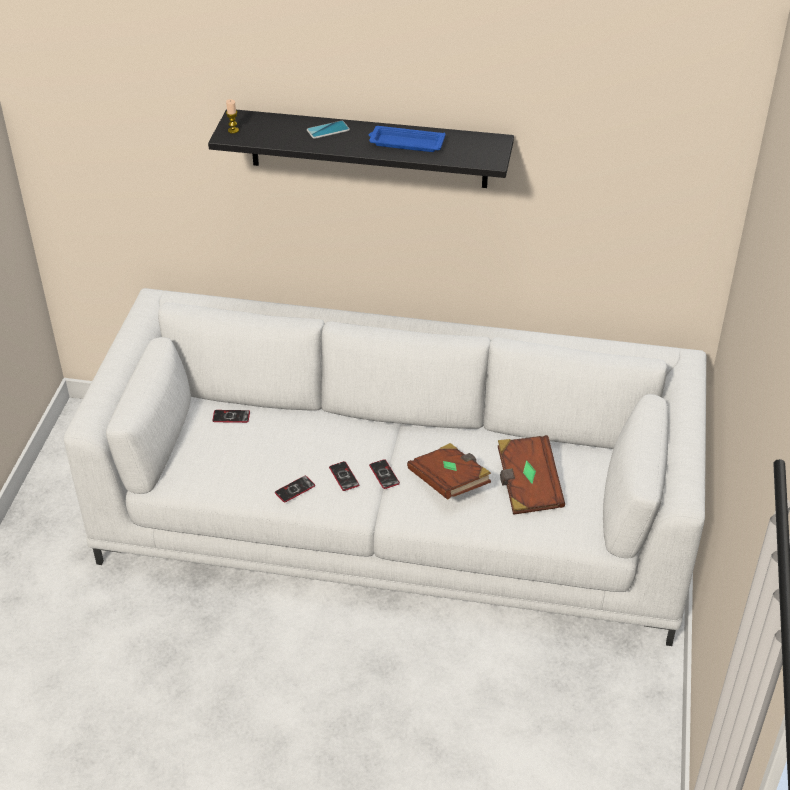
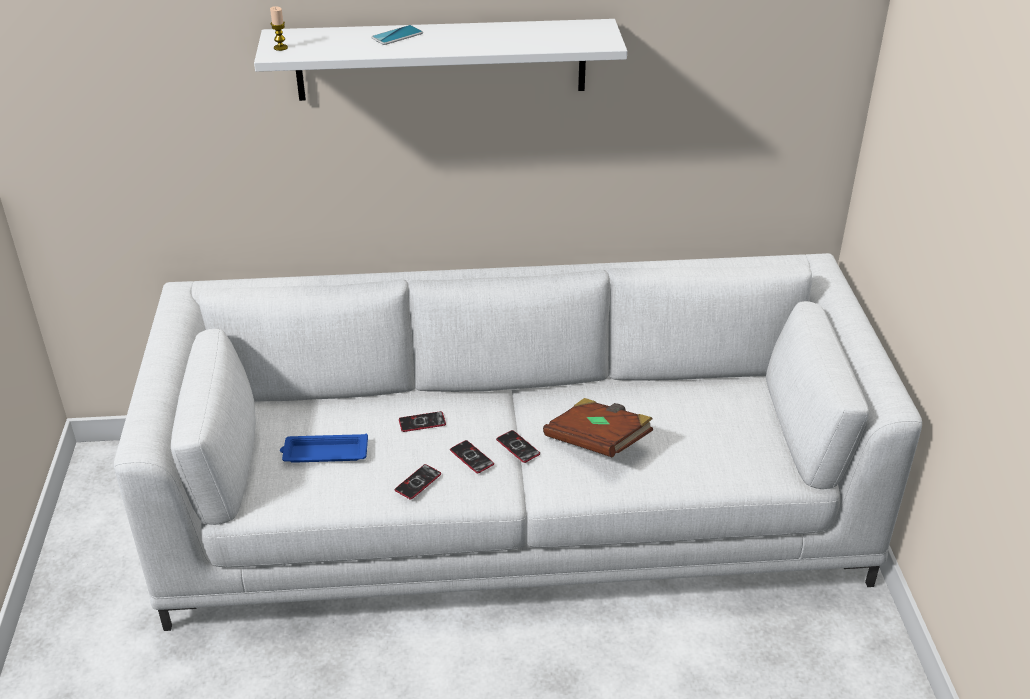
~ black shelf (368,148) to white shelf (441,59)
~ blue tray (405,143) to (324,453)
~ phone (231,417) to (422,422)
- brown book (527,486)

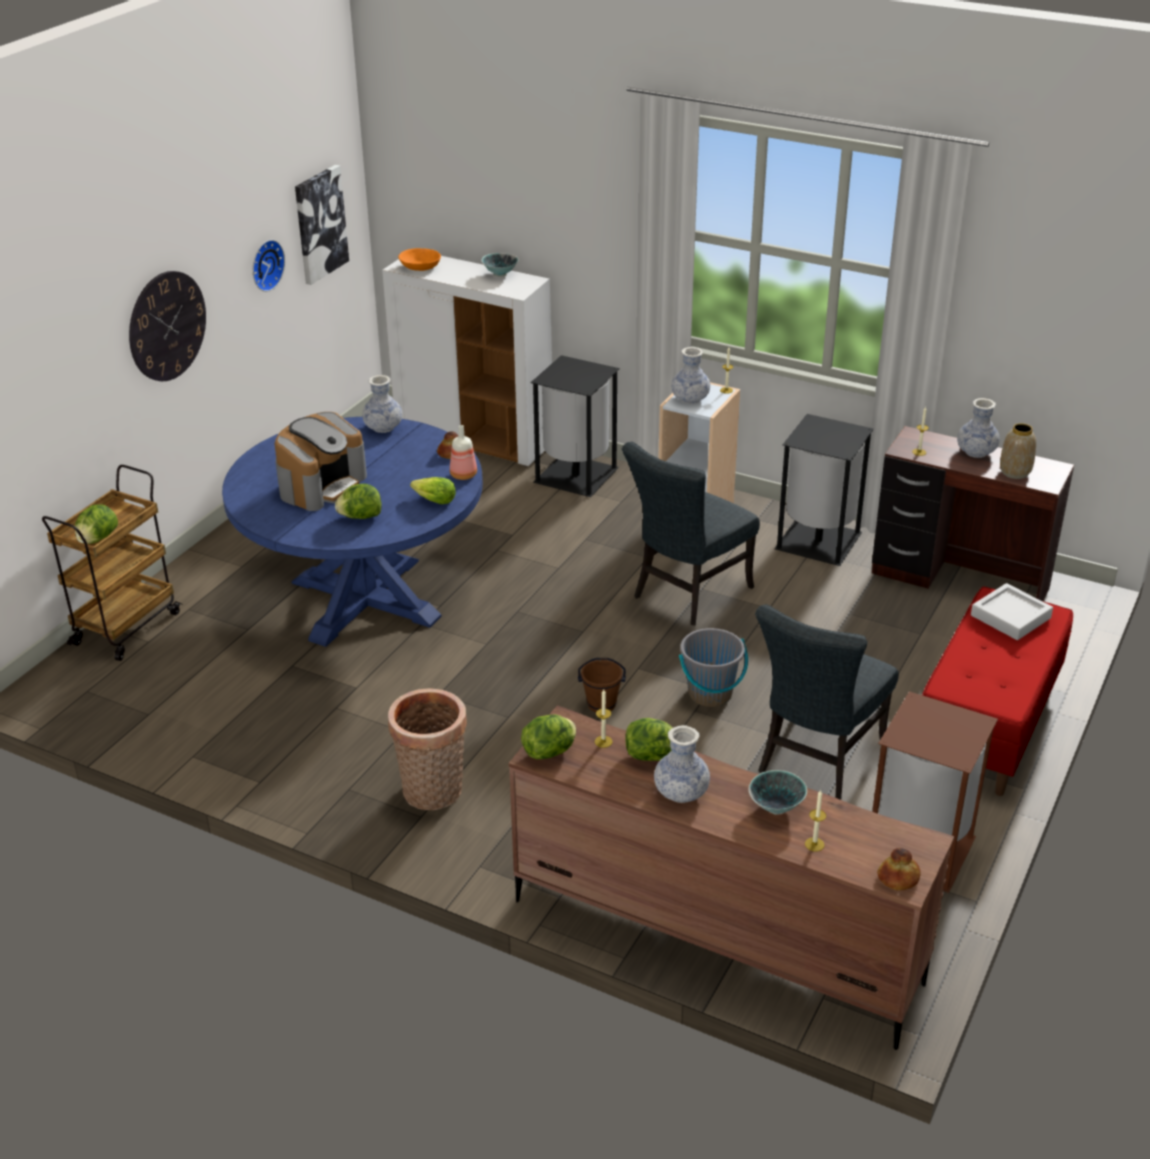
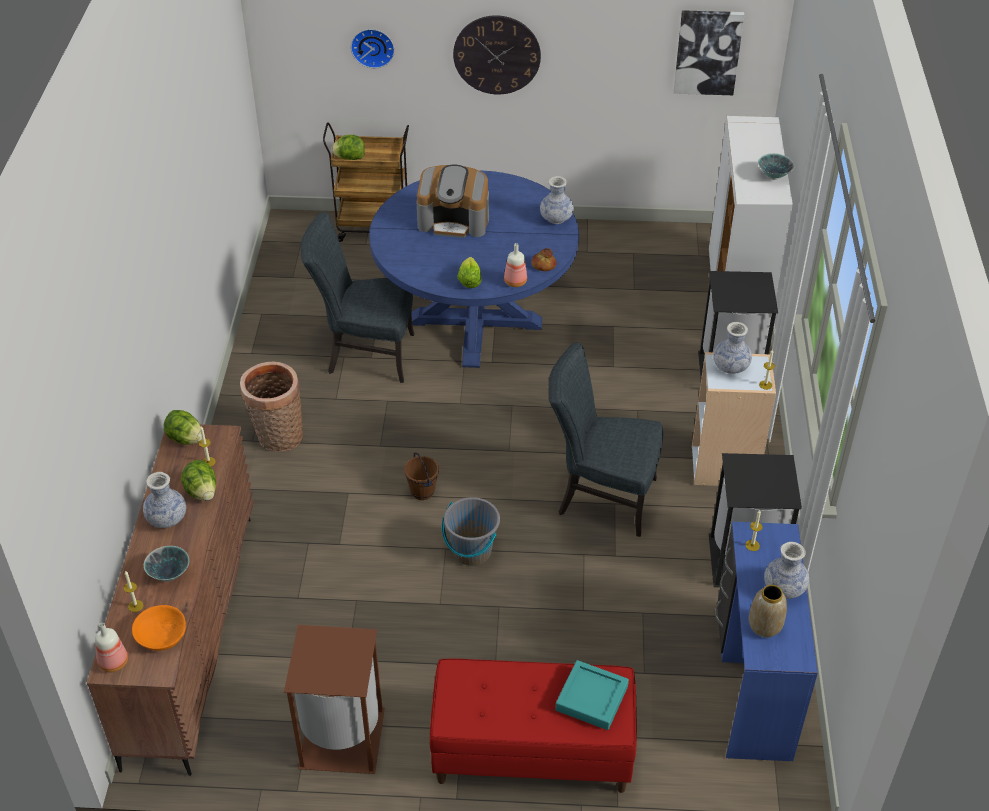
~ bread (898,878) to bottle (114,663)
~ orange bowl (420,267) to (161,635)
~ grey chair (816,761) to (365,354)
~ wall clock (265,264) to (373,46)
~ grey tray (1010,617) to turquoise tray (591,698)
~ brown desk (959,581) to blue desk (750,684)
- lettuce (360,517)

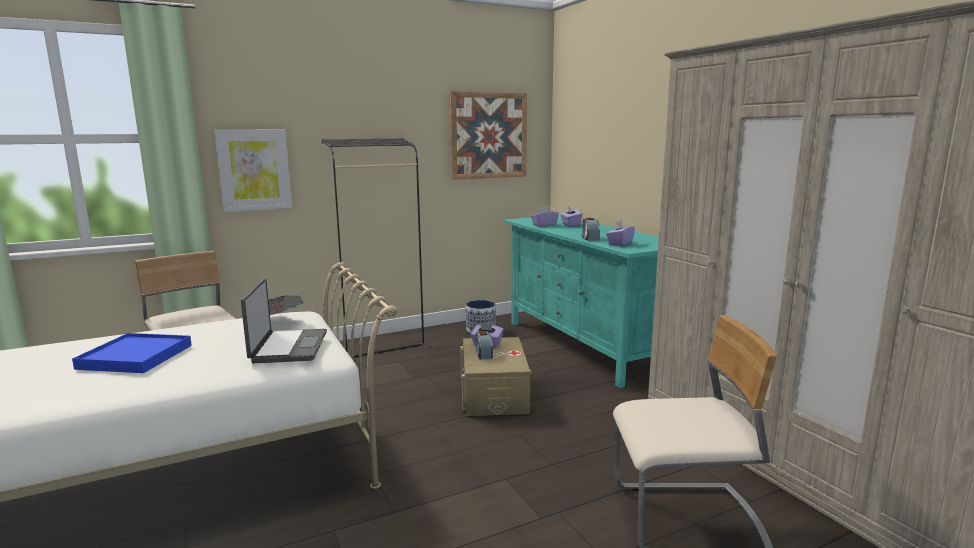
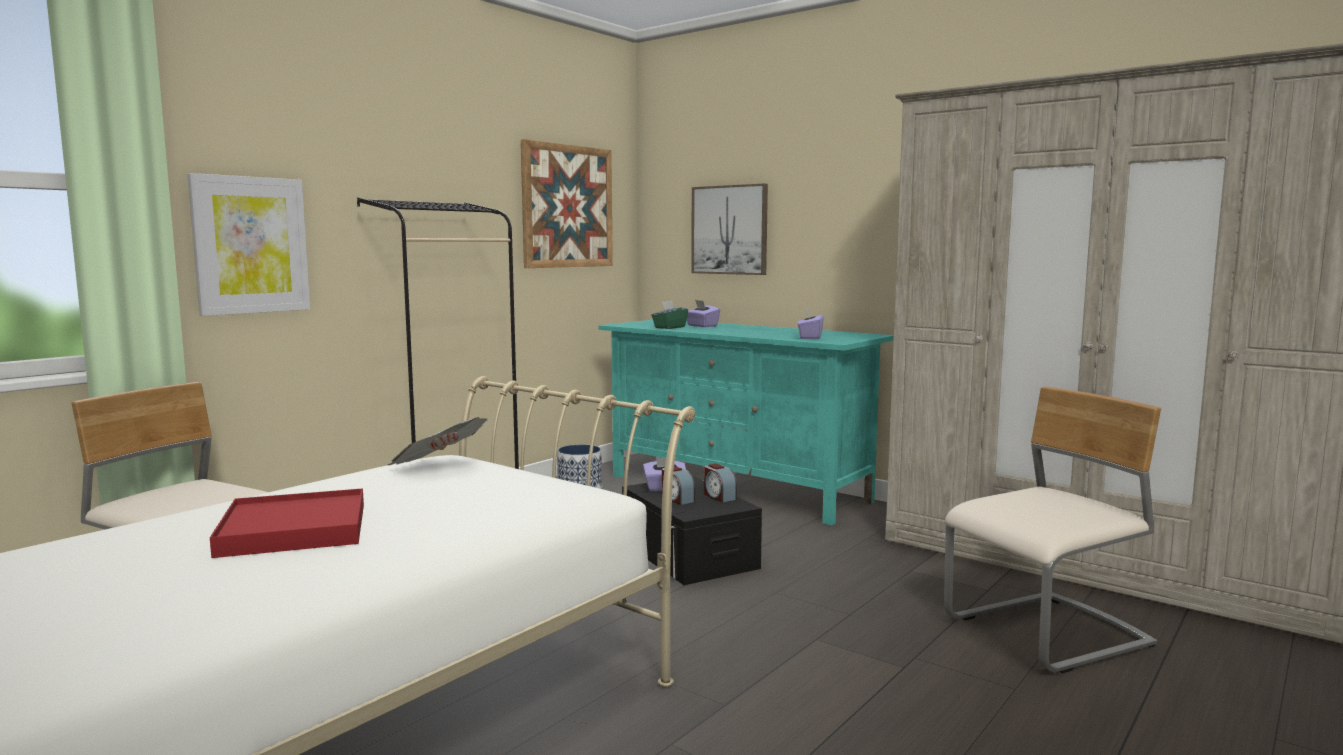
~ blue tray (136,357) to red tray (294,530)
~ beige storage box (494,393) to black storage box (689,555)
~ purple tissue box (544,225) to green tissue box (669,327)
+ picture (730,230)
~ alarm clock (590,238) to (719,496)
- laptop (288,347)

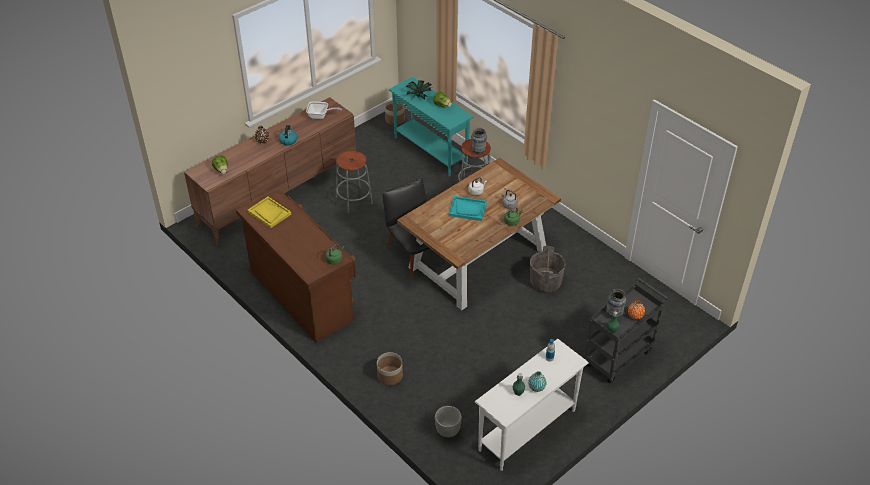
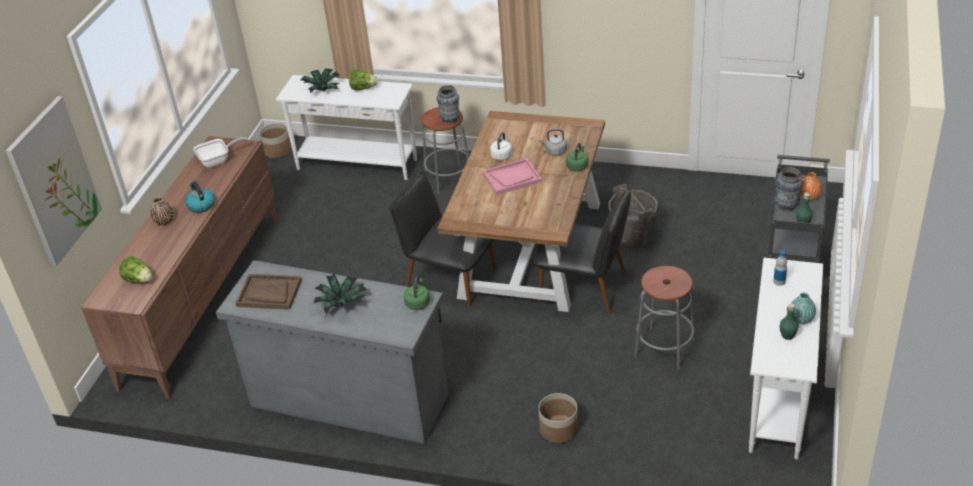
+ picture (54,181)
~ brown dresser (303,294) to grey dresser (351,396)
~ yellow tray (269,213) to brown tray (269,293)
~ turquoise console table (431,151) to white console table (358,164)
+ potted plant (341,304)
~ turquoise tray (468,209) to pink tray (512,178)
+ black chair (583,287)
~ grey stool (354,200) to (664,347)
- planter (448,431)

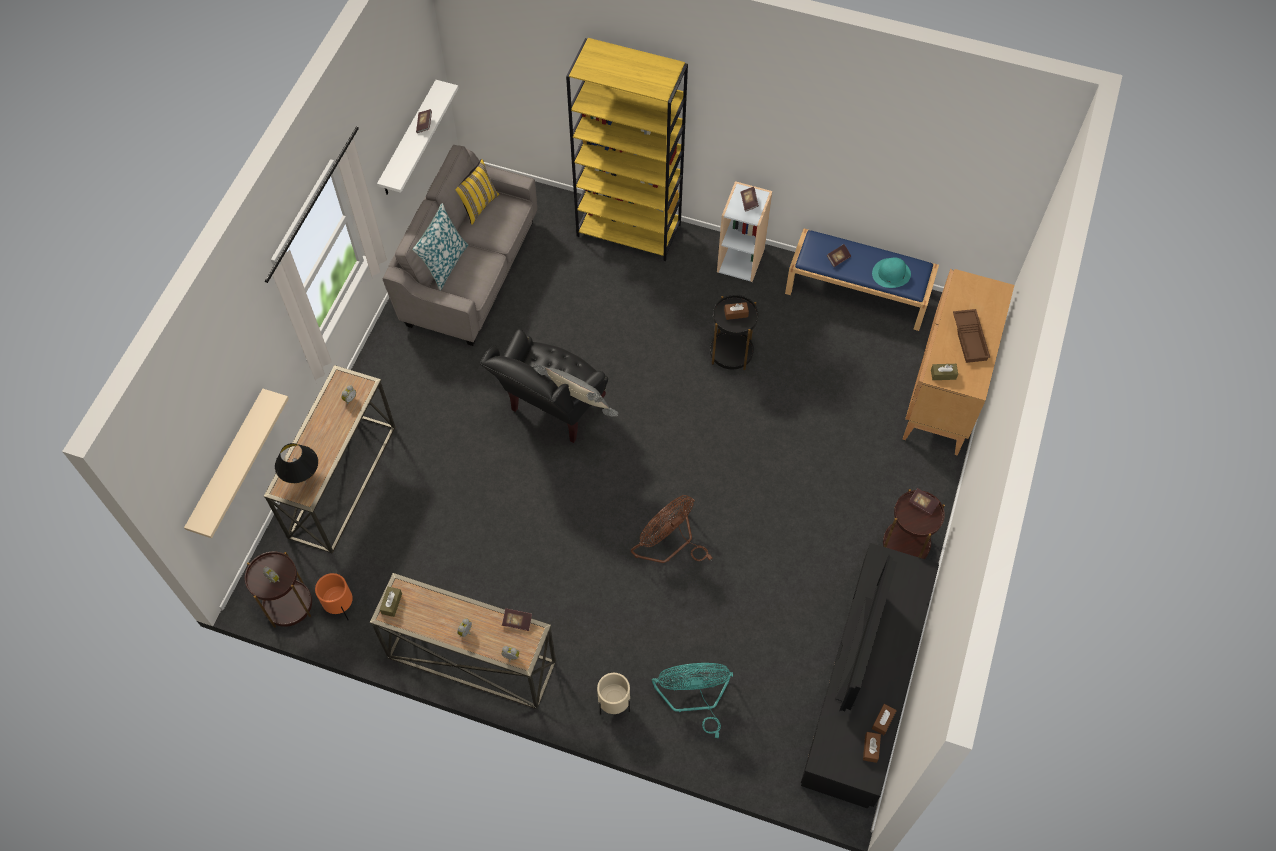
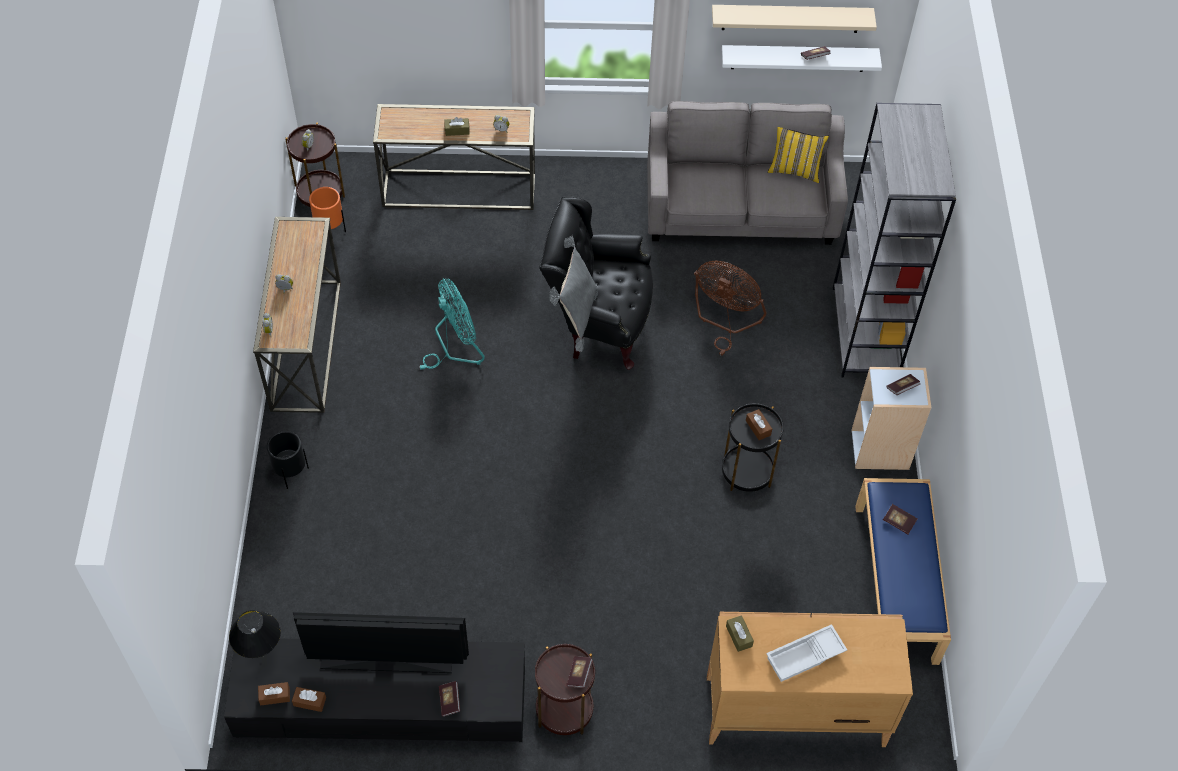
~ black table lamp (306,484) to (262,657)
~ beige planter (614,704) to black planter (291,474)
~ turquoise fan (696,699) to (453,343)
~ book (517,621) to (449,701)
~ brown tissue box (391,603) to (457,130)
~ brown fan (672,543) to (724,320)
~ beige shelf (228,463) to (791,18)
~ brown tray (970,338) to white tray (805,657)
~ yellow bookcase (629,230) to grey bookcase (865,332)
- pillow (444,264)
- turquoise hat (891,274)

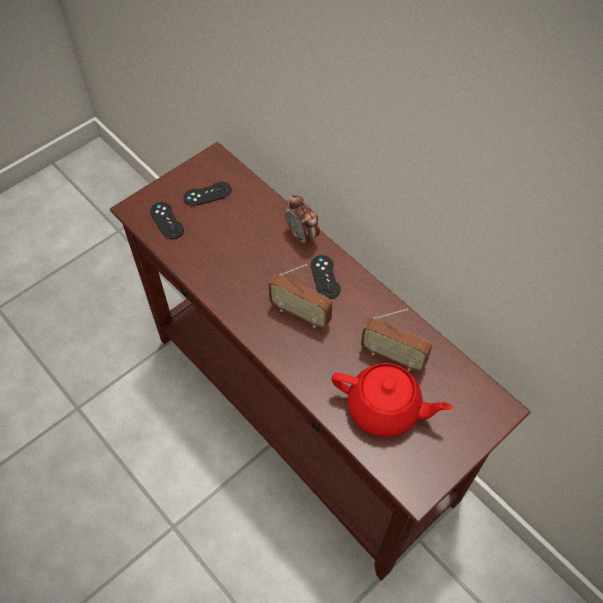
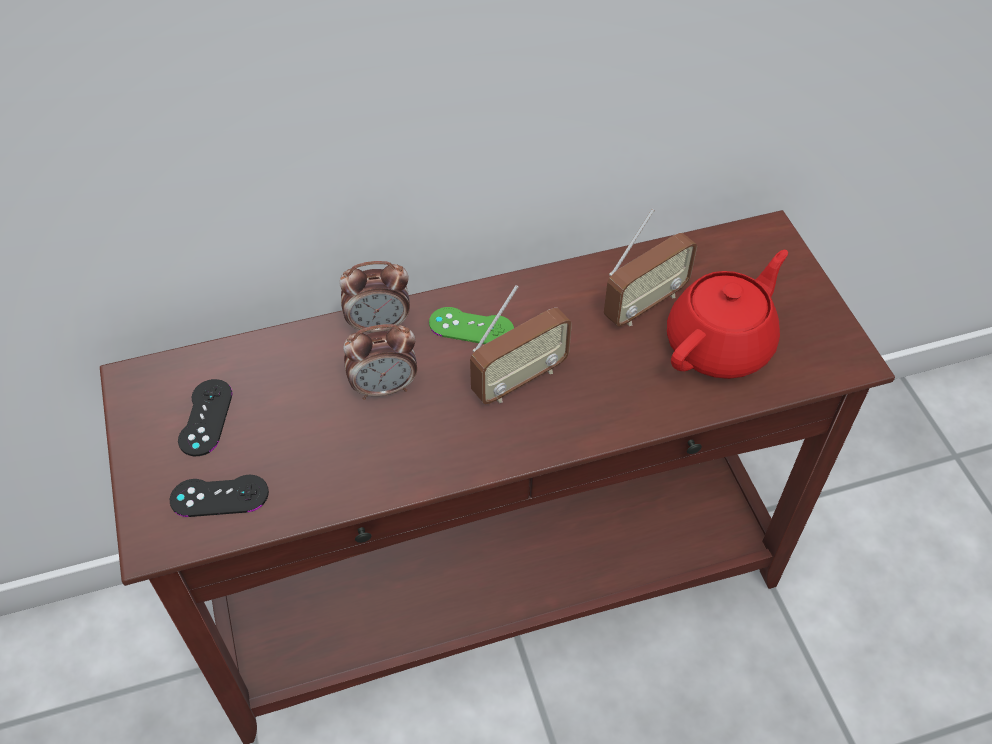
+ alarm clock (384,387)
~ black game controller (325,277) to green game controller (471,327)

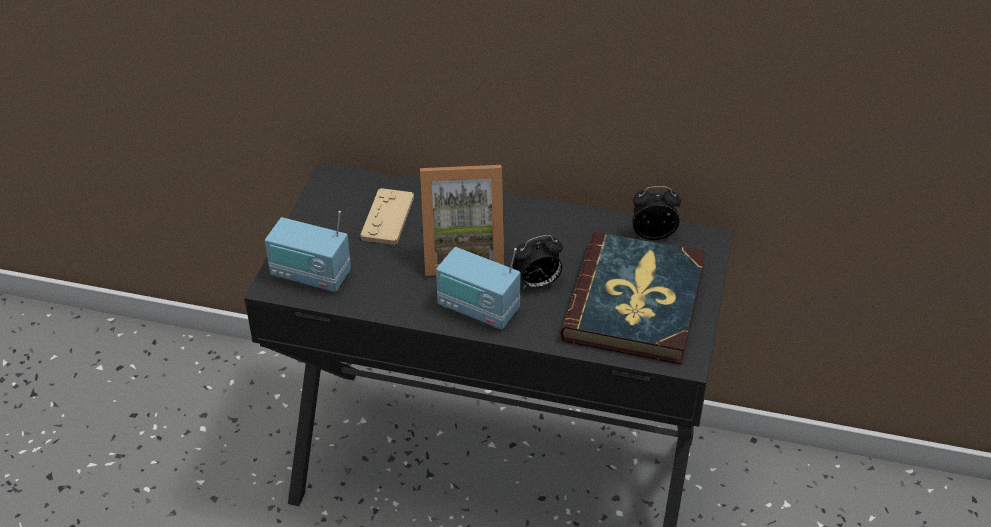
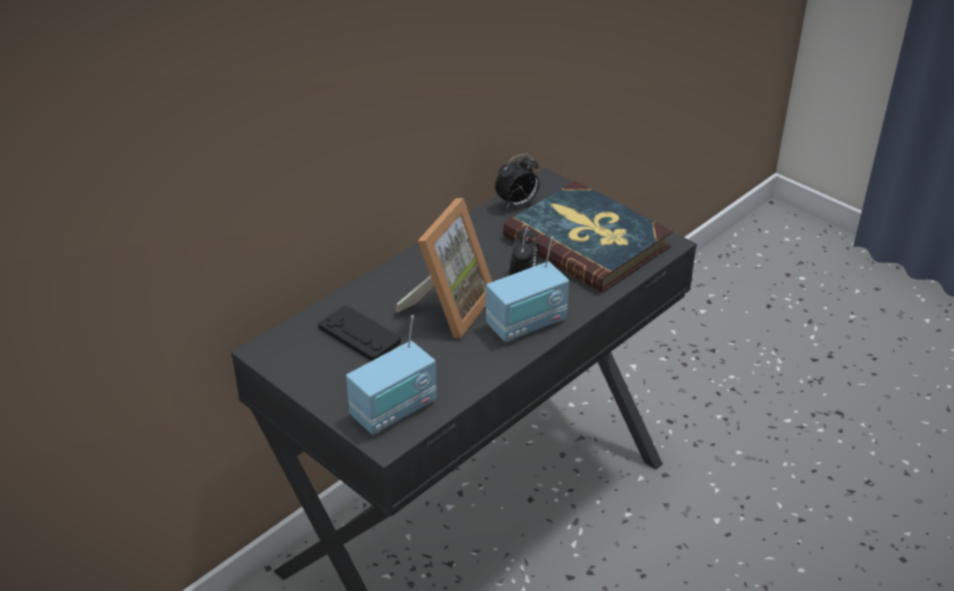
~ beige game controller (387,218) to black game controller (359,335)
~ alarm clock (653,234) = (517,204) 150 degrees counterclockwise

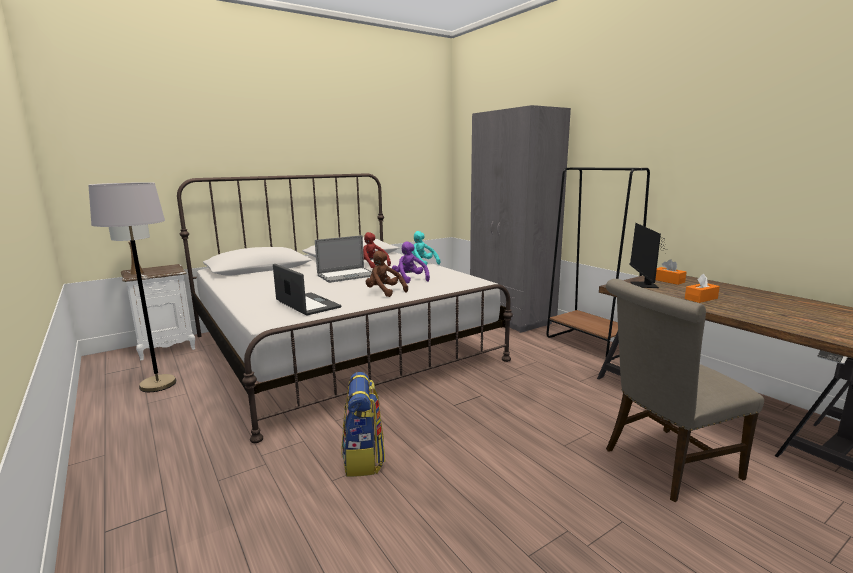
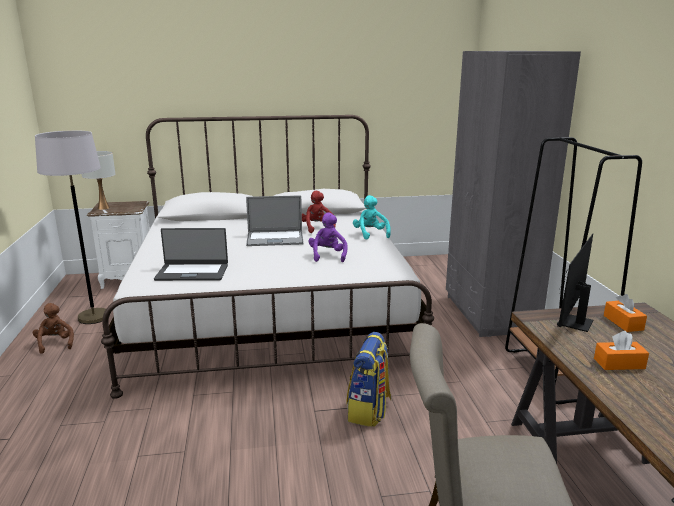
~ brown plush toy (384,292) to (55,343)
~ laptop (307,305) = (192,272) 105 degrees clockwise
~ backpack (364,459) to (369,410)

